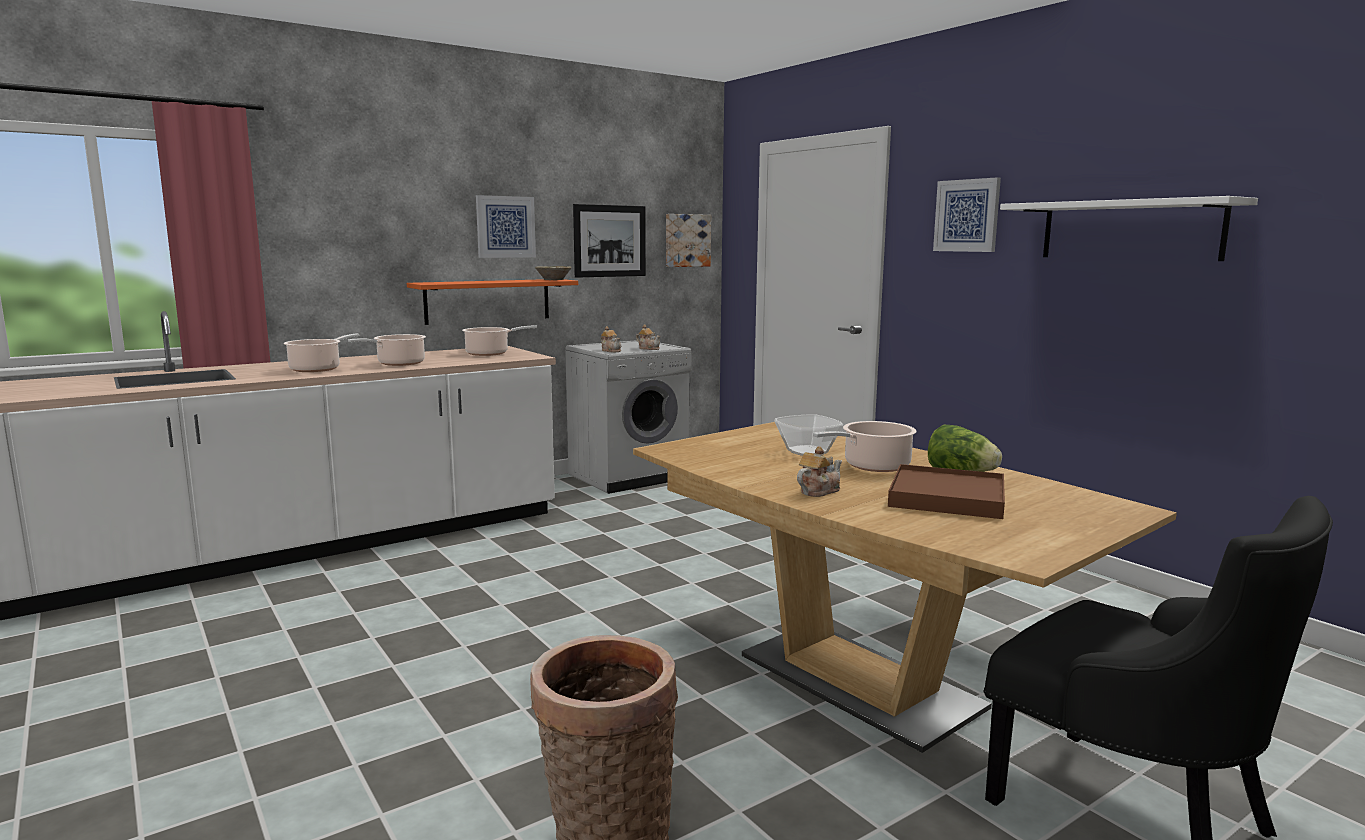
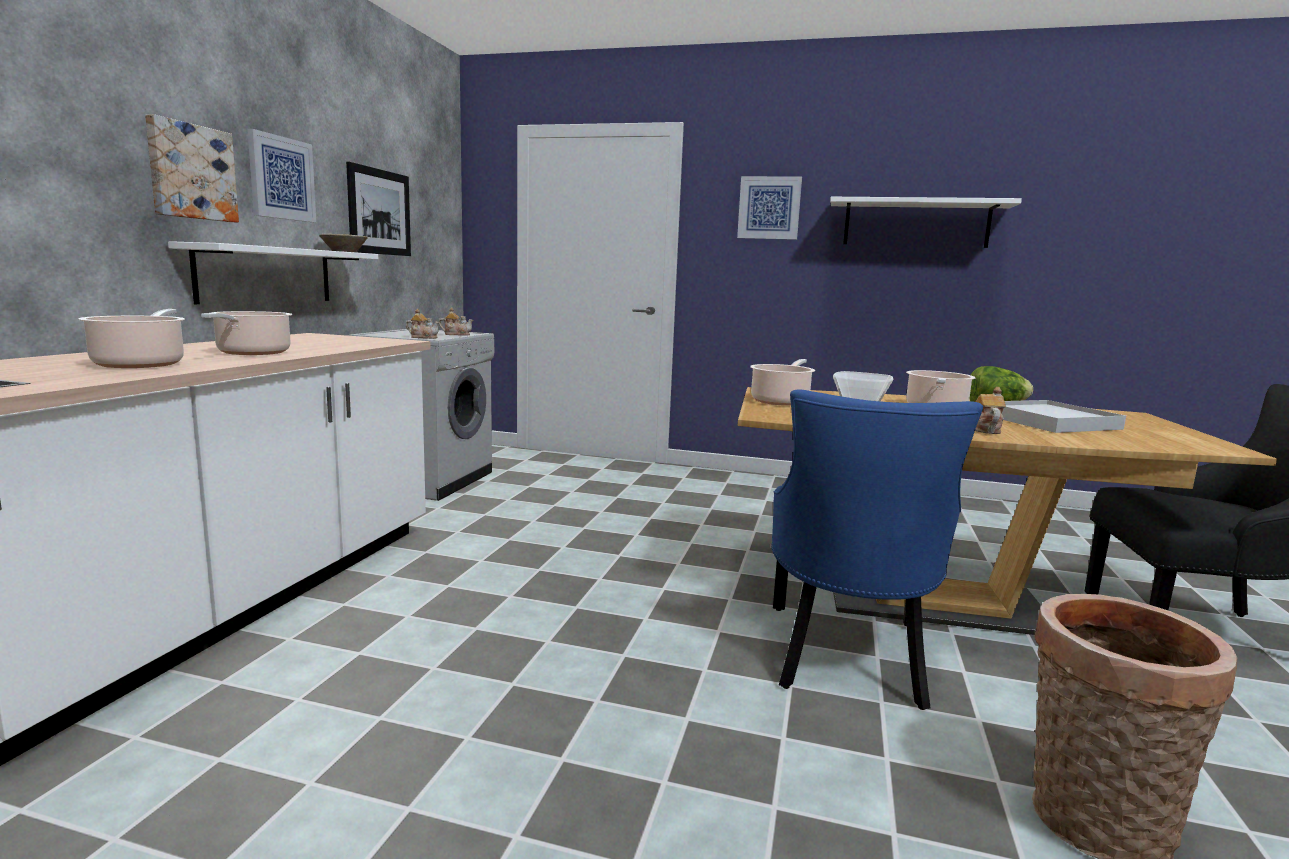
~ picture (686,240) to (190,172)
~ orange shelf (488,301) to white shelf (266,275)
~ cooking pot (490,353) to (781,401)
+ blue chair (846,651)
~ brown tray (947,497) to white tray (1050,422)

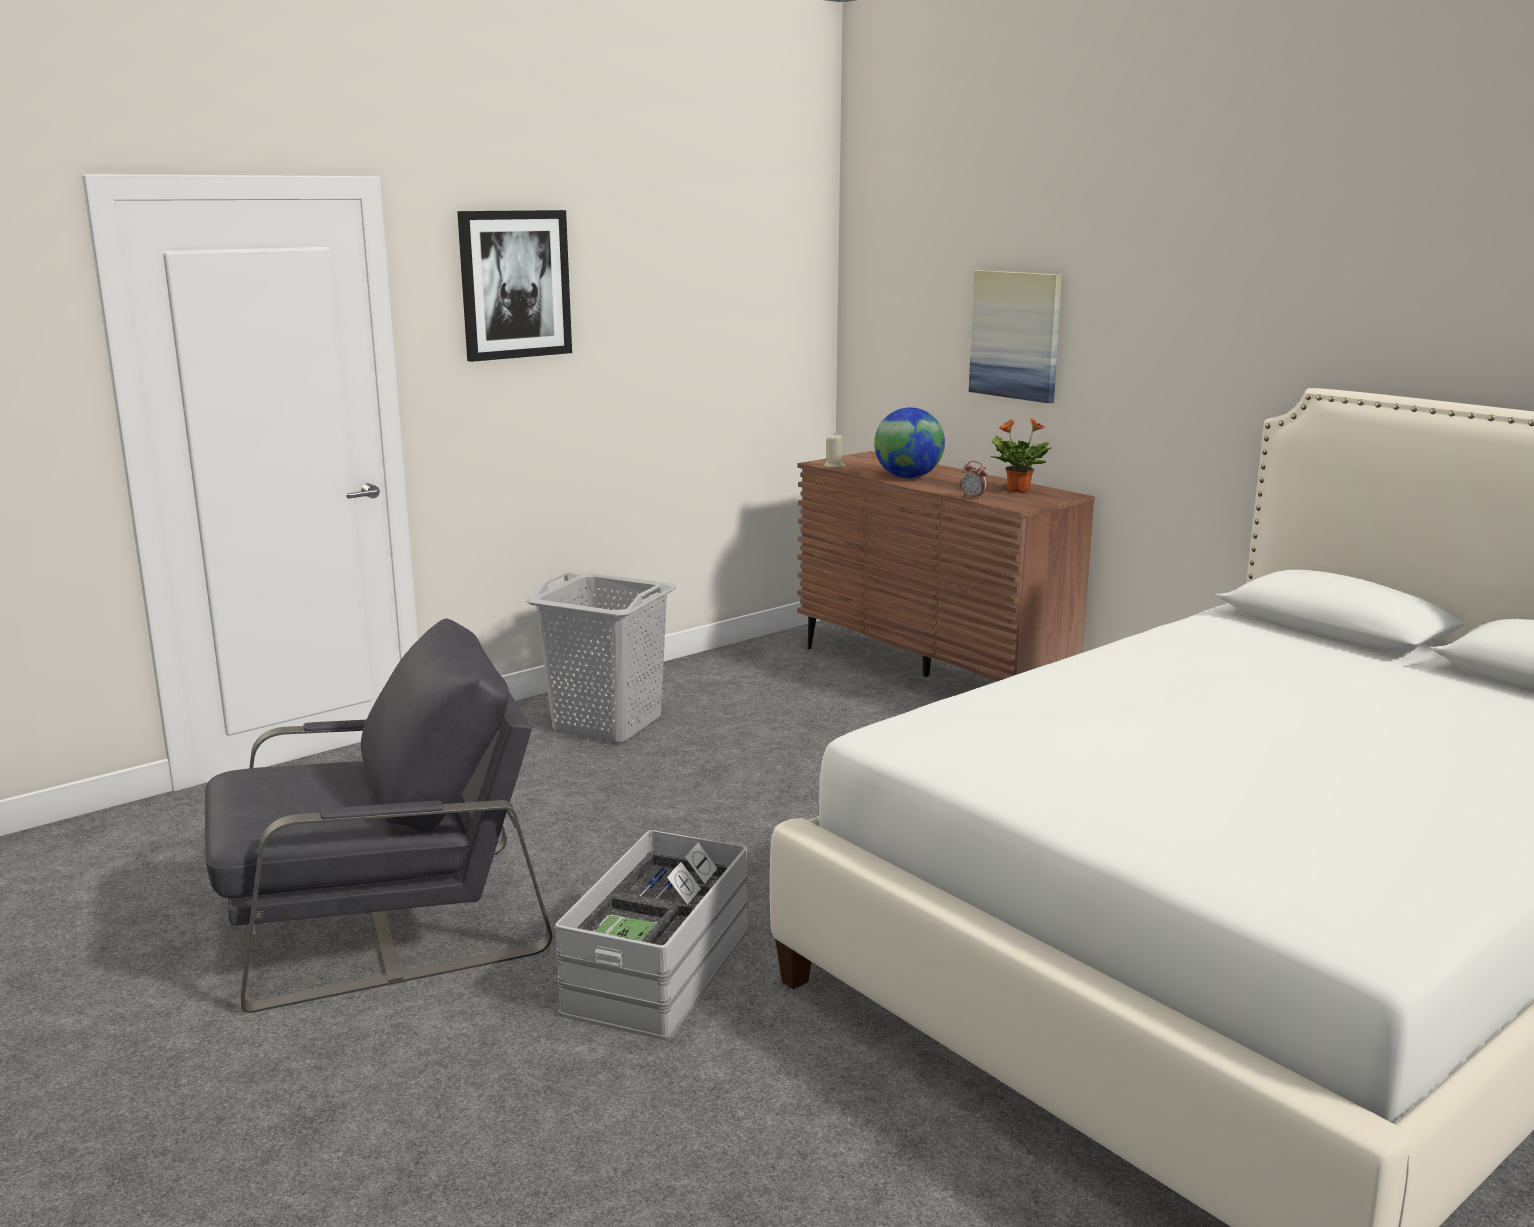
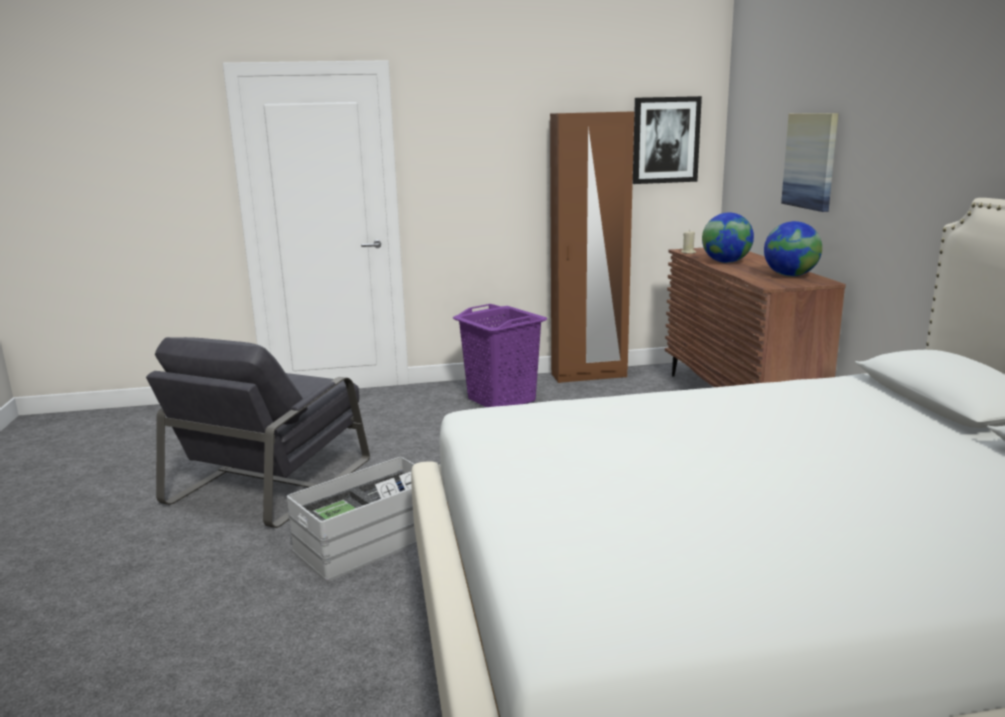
~ grey armchair (382,923) = (271,480) 105 degrees clockwise
~ grey laundry basket (607,723) to purple laundry basket (501,400)
+ brown wardrobe (589,375)
~ picture (515,284) to (665,140)
~ potted plant (1017,490) to globe (790,276)
- alarm clock (973,498)

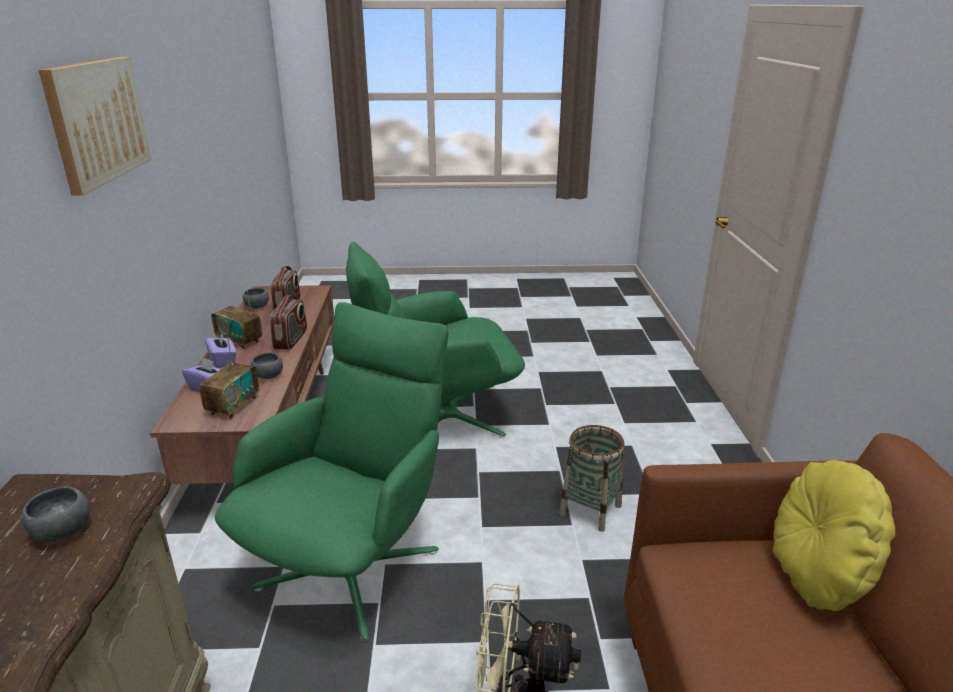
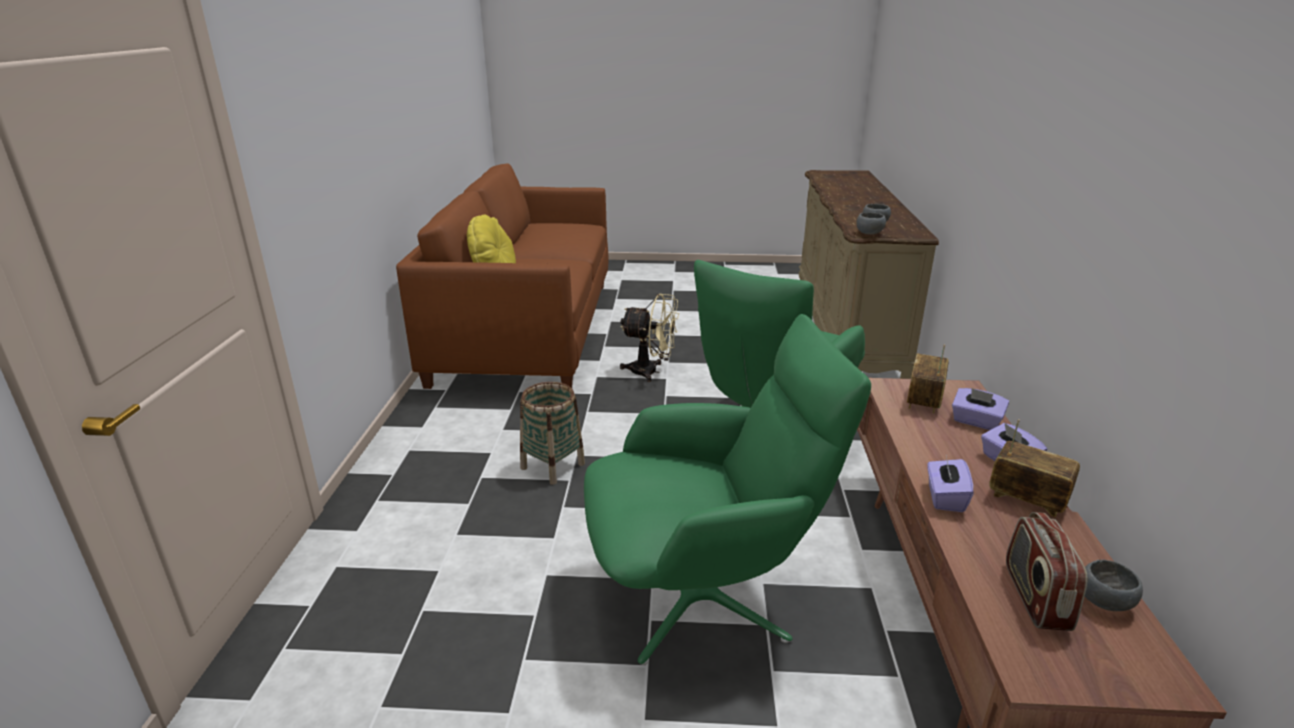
~ grey bowl (267,376) to (870,233)
~ radio (291,340) to purple tissue box (944,497)
- picture (97,121)

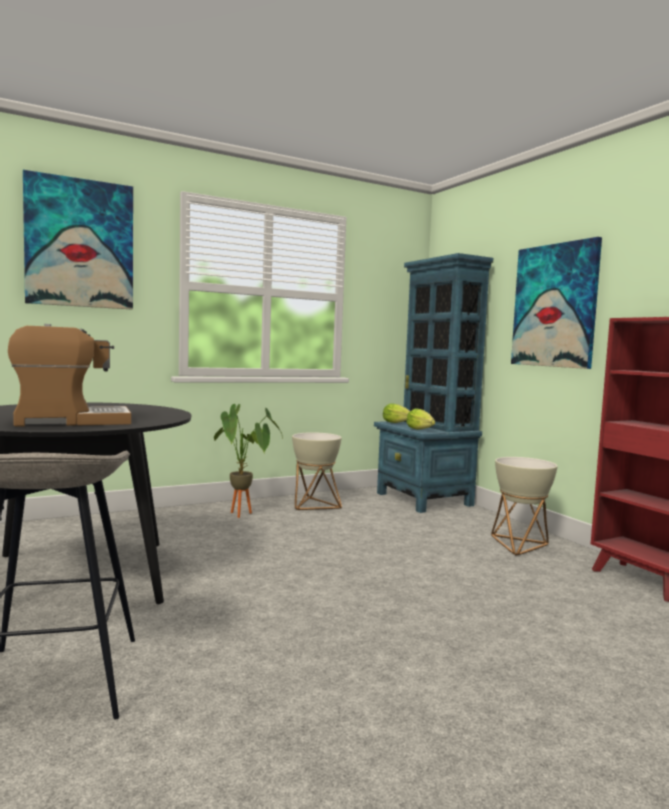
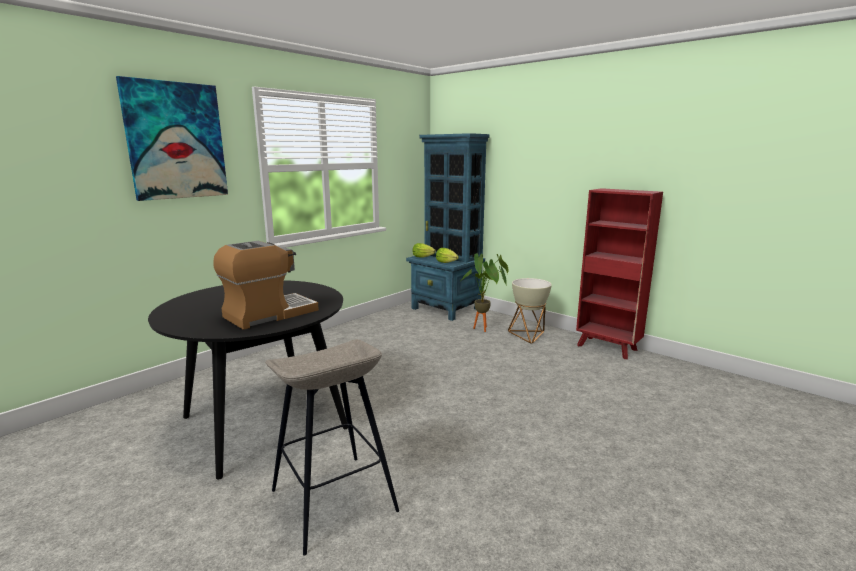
~ potted plant (244,515) to (485,329)
- planter (314,505)
- picture (554,305)

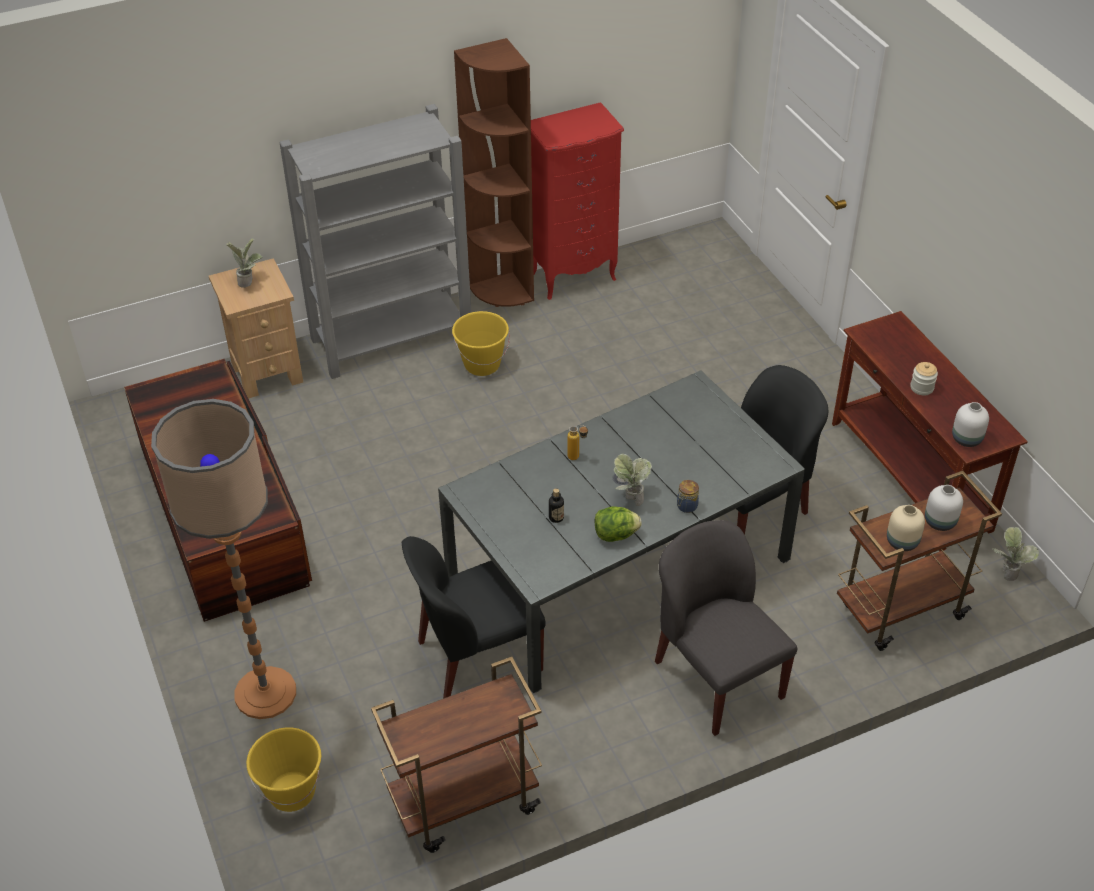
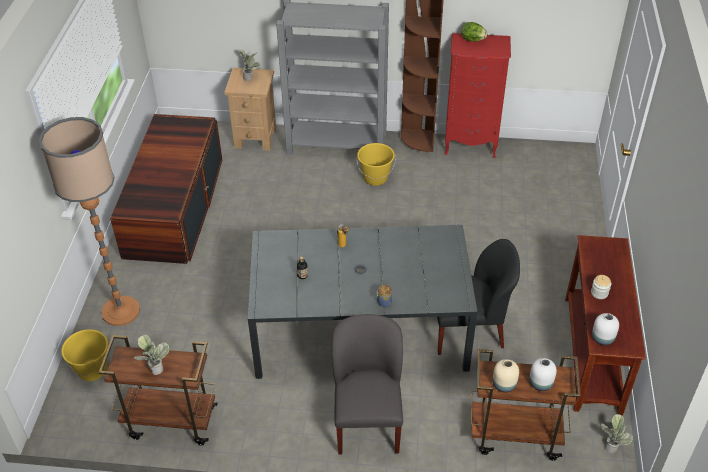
~ potted plant (630,498) to (155,367)
~ lettuce (615,535) to (472,40)
- black chair (476,656)

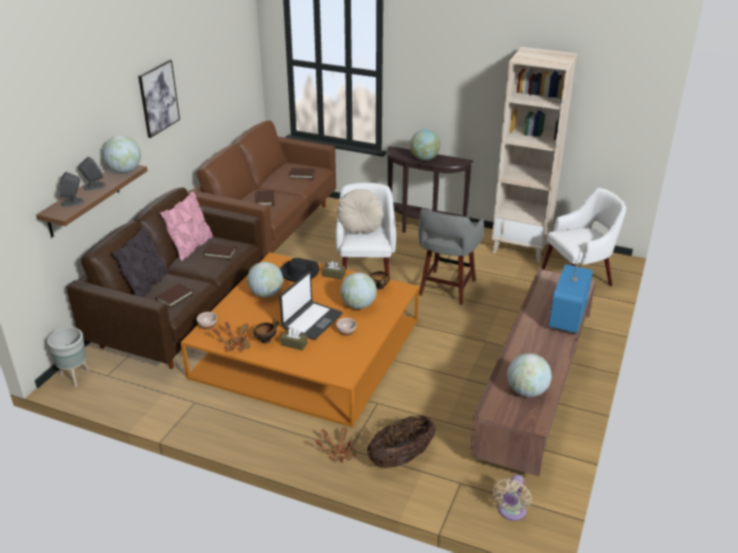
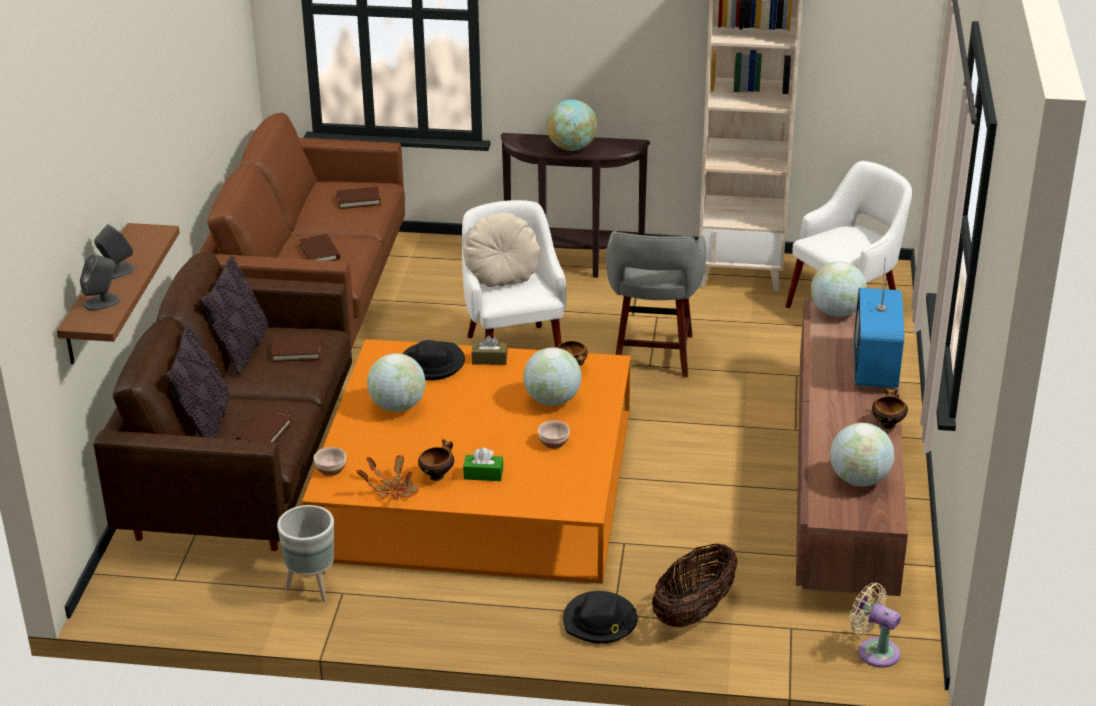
~ pink pillow (191,247) to black pillow (241,350)
~ grey planter (75,377) to (311,587)
~ brown tissue box (294,344) to green tissue box (483,474)
~ potted plant (339,452) to black hat (600,621)
~ globe (124,171) to (836,312)
~ beige fan (511,511) = (874,651) 120 degrees clockwise
+ bowl (887,424)
- picture (158,98)
- laptop (311,321)

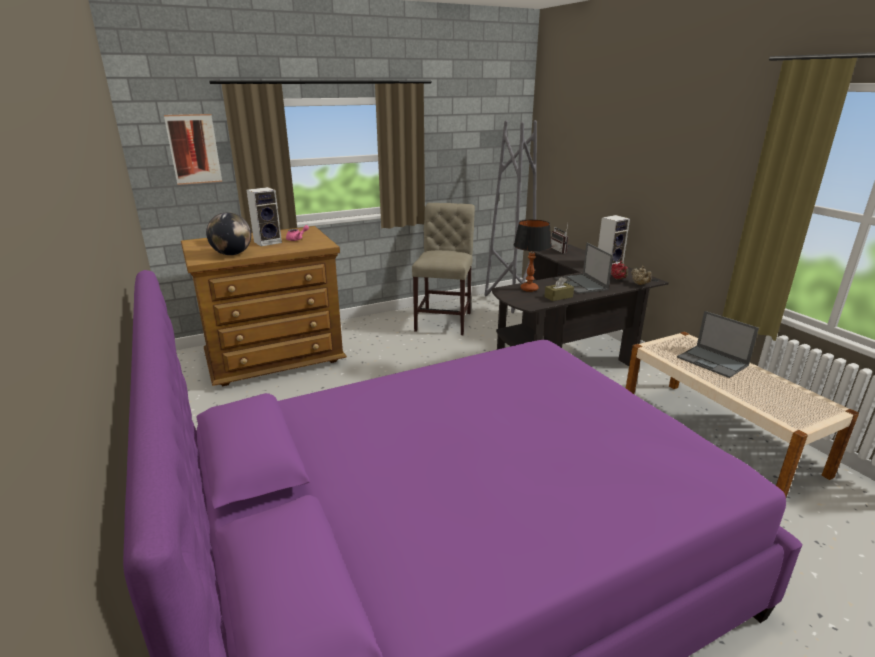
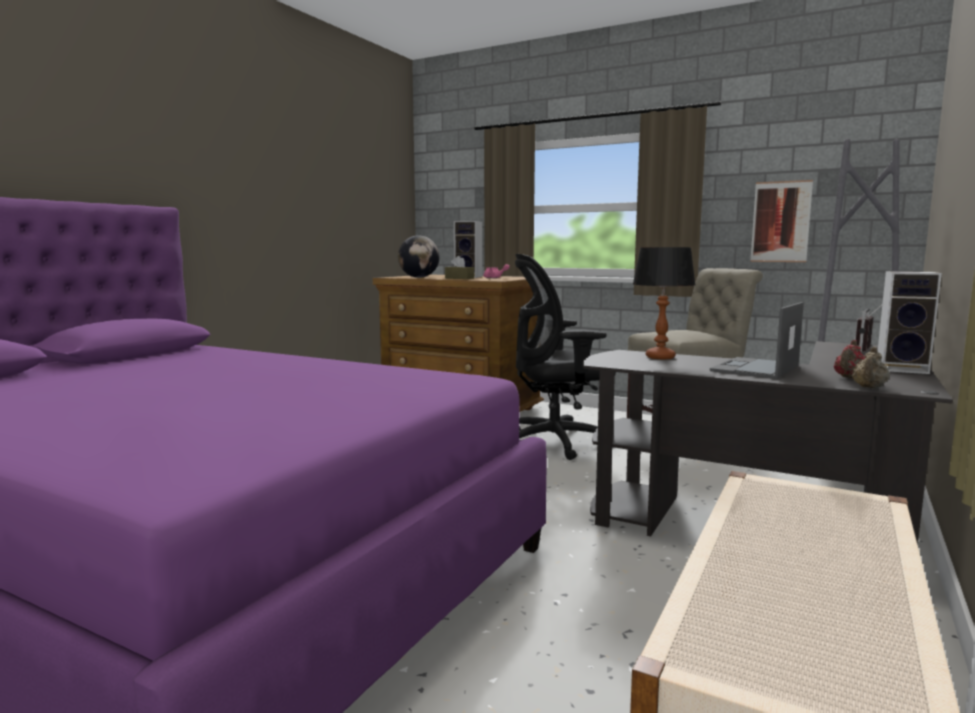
~ brown tissue box (558,297) to (459,278)
+ black office chair (560,441)
~ picture (194,149) to (780,222)
- laptop (713,361)

